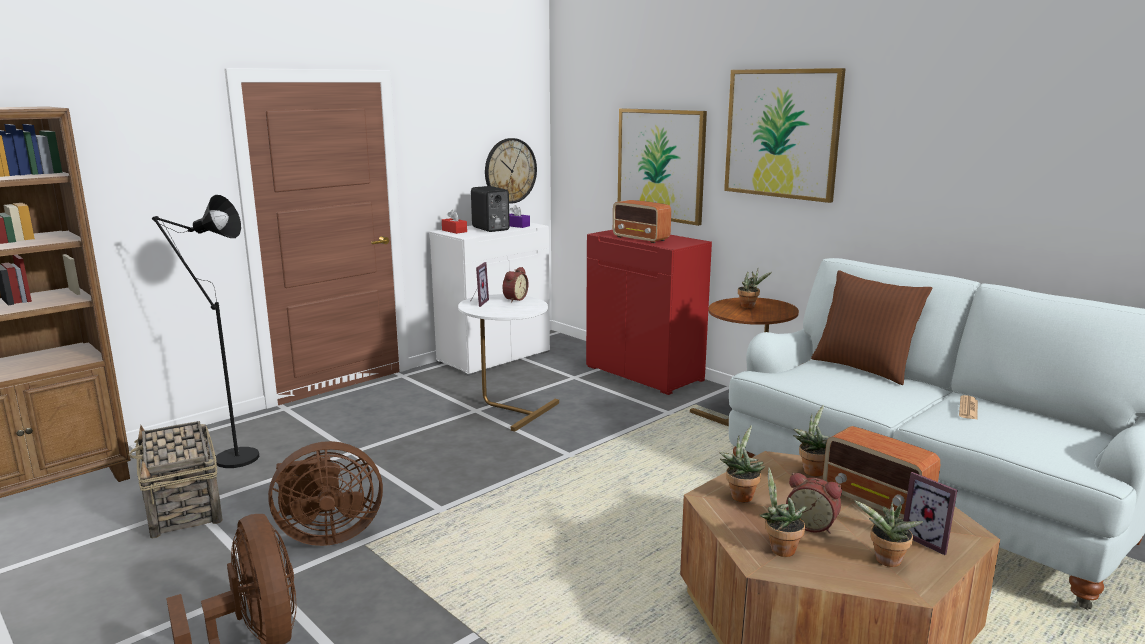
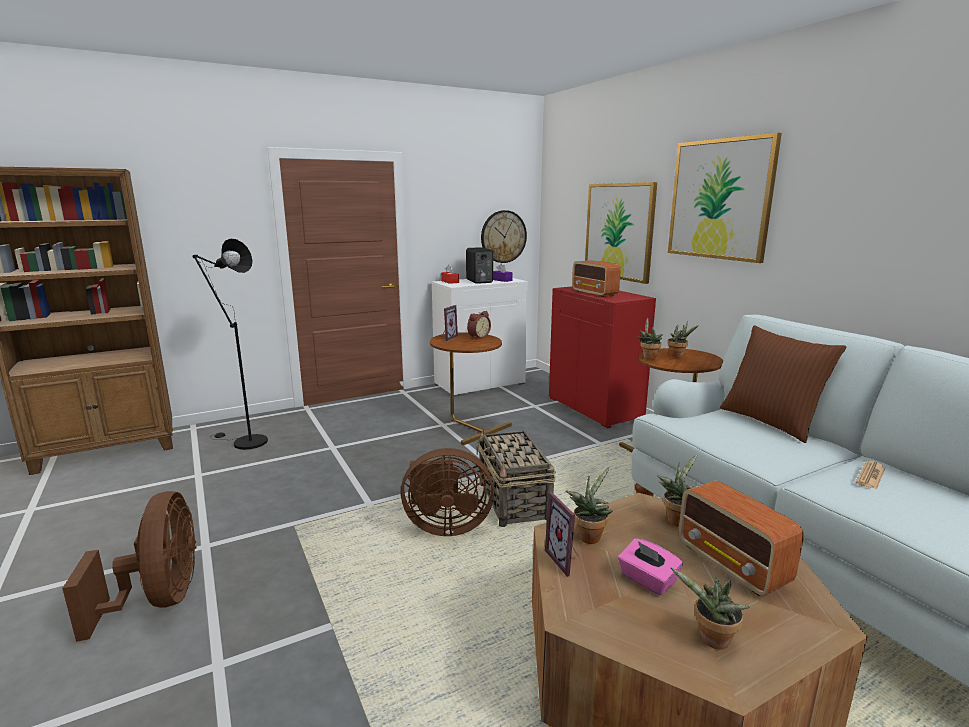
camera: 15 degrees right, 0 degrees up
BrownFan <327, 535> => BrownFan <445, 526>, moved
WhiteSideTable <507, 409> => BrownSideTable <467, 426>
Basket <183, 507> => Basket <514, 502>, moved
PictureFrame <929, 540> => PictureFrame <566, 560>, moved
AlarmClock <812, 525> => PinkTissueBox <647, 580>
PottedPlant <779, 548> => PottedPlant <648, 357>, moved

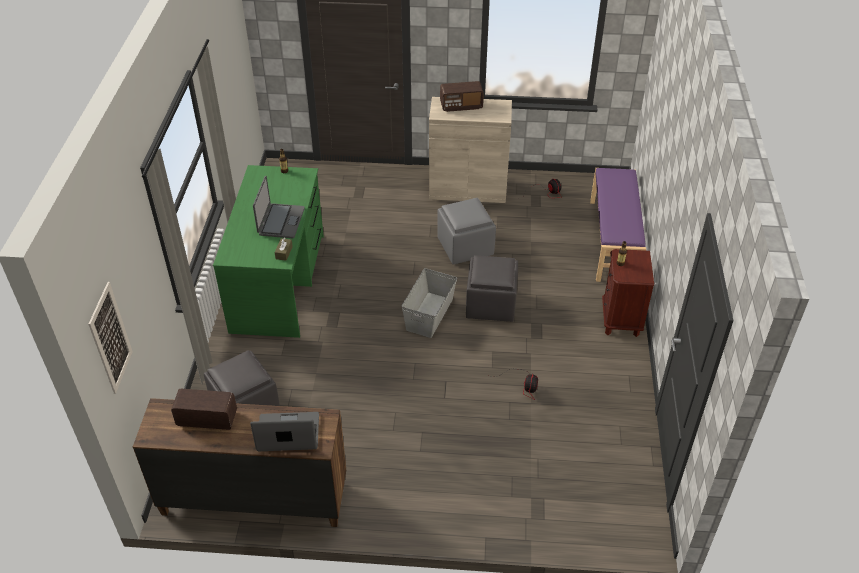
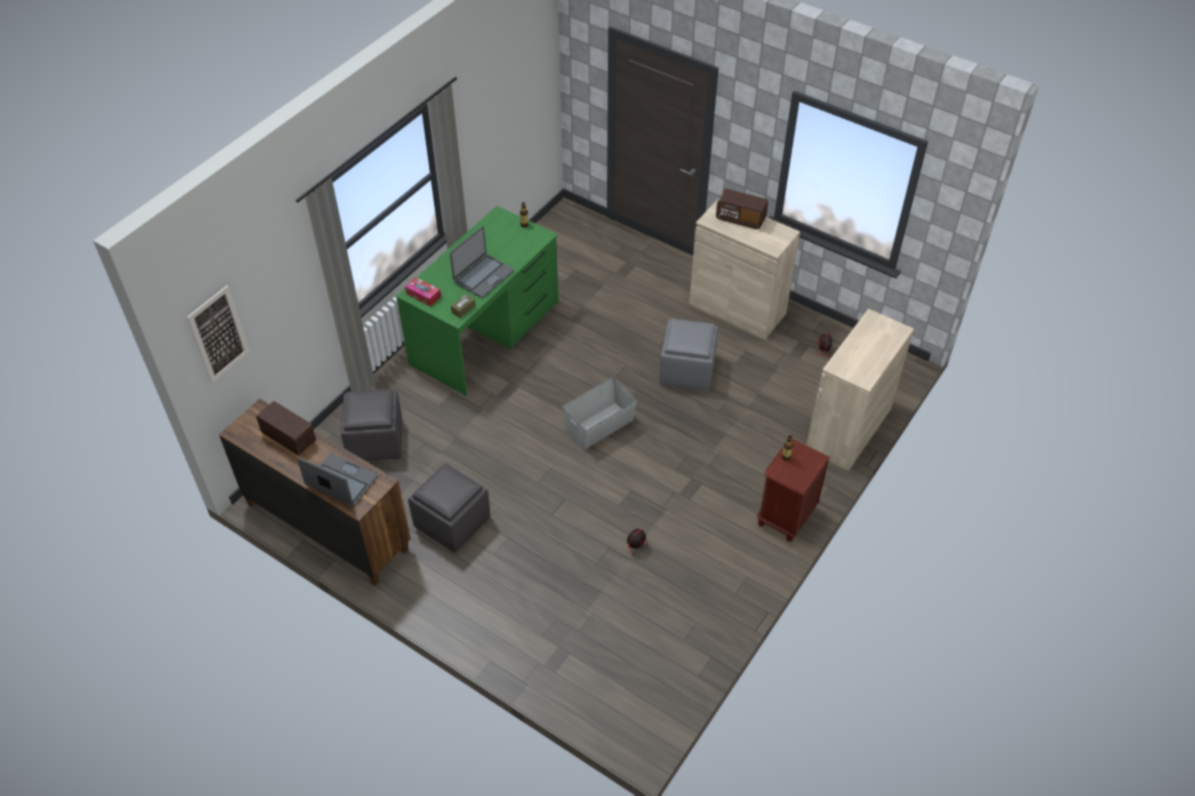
camera: 30 degrees right, 5 degrees up
nothing => TissueBox <423, 295>
GreyOttoman <491, 305> => GreyOttoman <452, 523>, moved
PurpleBench <614, 241> => BeigeCabinet <848, 429>

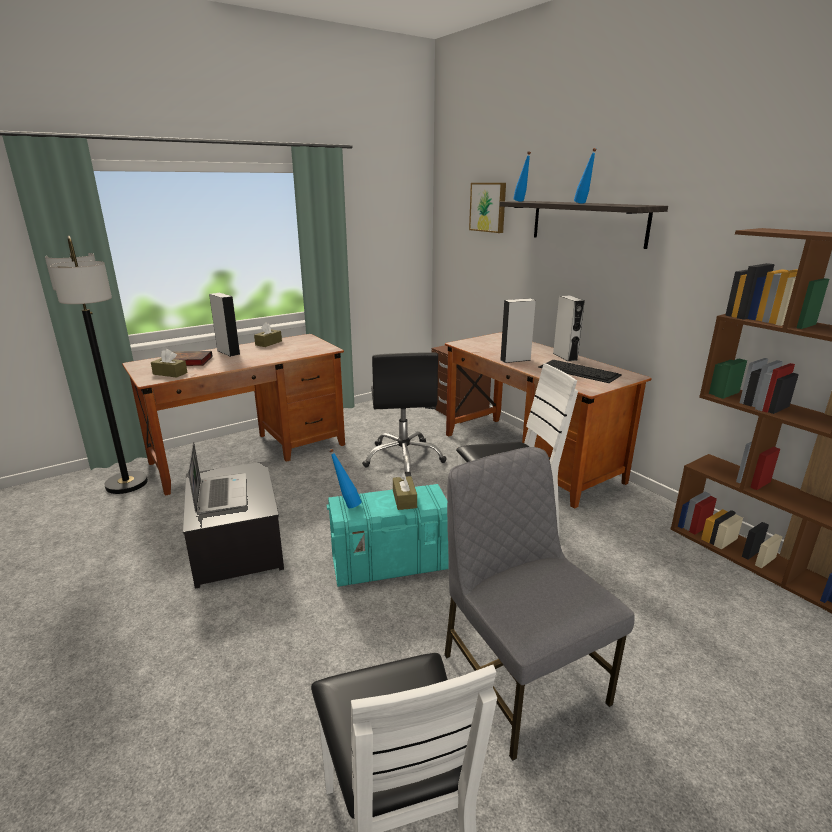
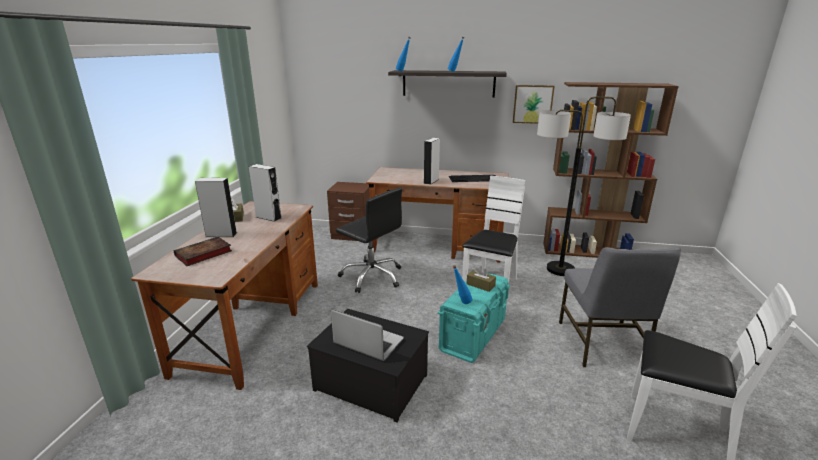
camera: 45 degrees left, 0 degrees up
GreySpeaker <565, 356> => GreySpeaker <268, 217>, moved
Picture <488, 207> => Picture <532, 104>, moved
FloorLamp <127, 483> => FloorLamp <560, 269>, moved
GreyChair <520, 677> => GreyChair <602, 344>, 105 degrees counterclockwise
BrownTissueBox <170, 373> => nothing

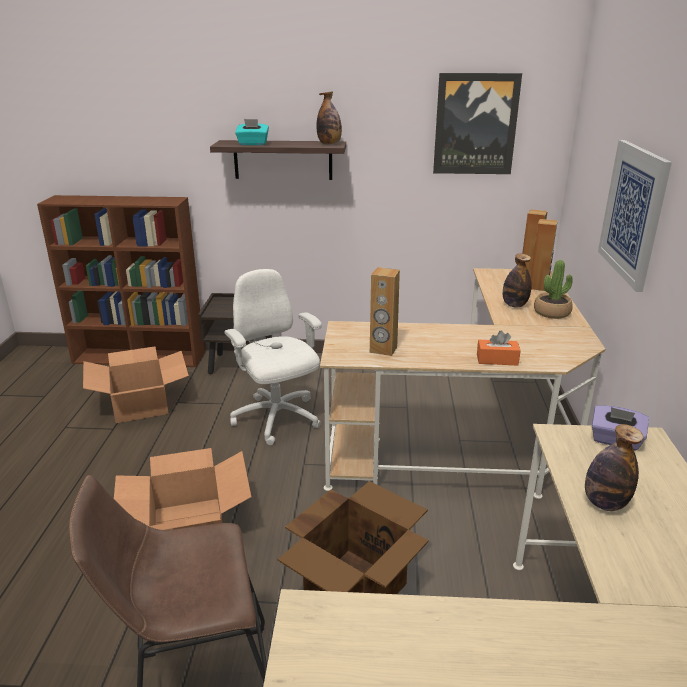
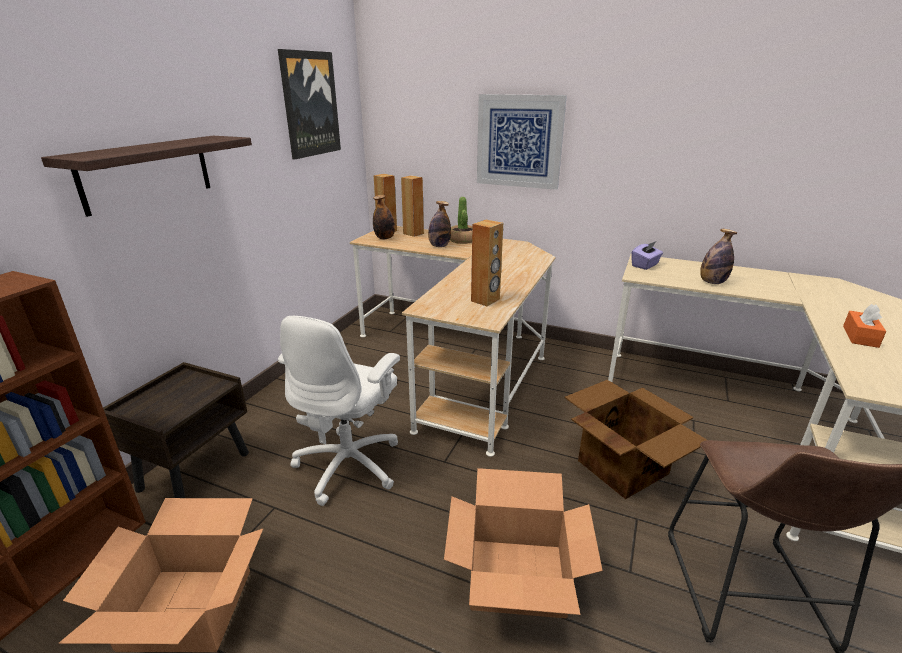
camera: 70 degrees left, 0 degrees up
WhiteOfficeChair <277, 419> => WhiteOfficeChair <350, 464>, 60 degrees counterclockwise
Bottle <329, 144> => Bottle <385, 238>, moved
OrangeTissueBox <497, 360> => OrangeTissueBox <860, 336>, moved
TurquoiseTissueBox <252, 144> => nothing

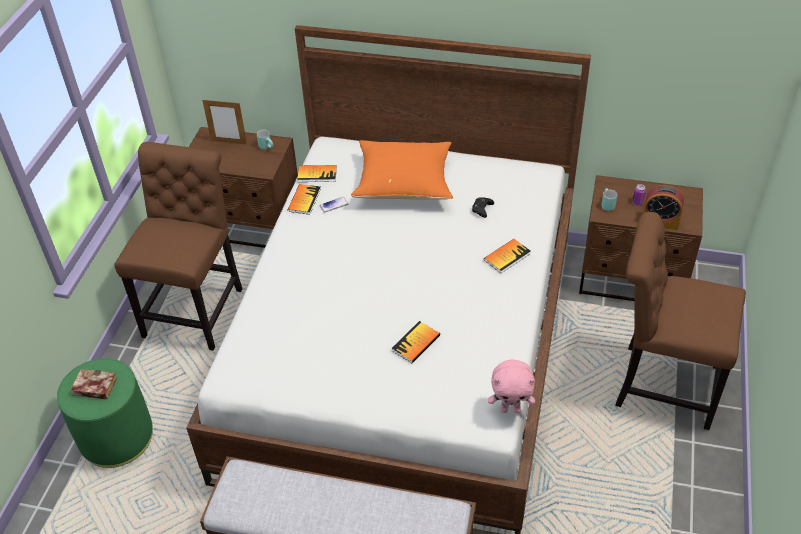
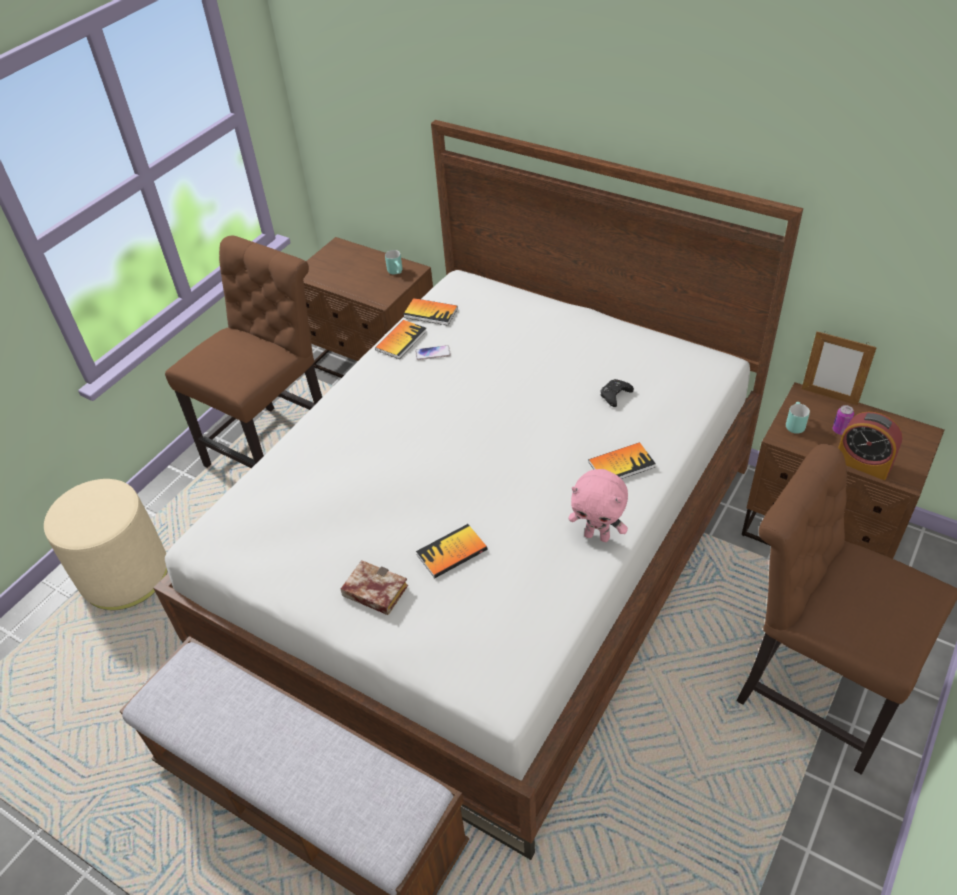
camera: 20 degrees right, 0 degrees up
GreenOttoman <117, 437> => BeigeOttoman <125, 575>
Book <93, 388> => Book <372, 592>, moved
PinkPlushToy <510, 409> => PinkPlushToy <597, 535>, moved
PictureFrame <229, 142> => PictureFrame <829, 396>, moved
OrangePillow <405, 184> => nothing

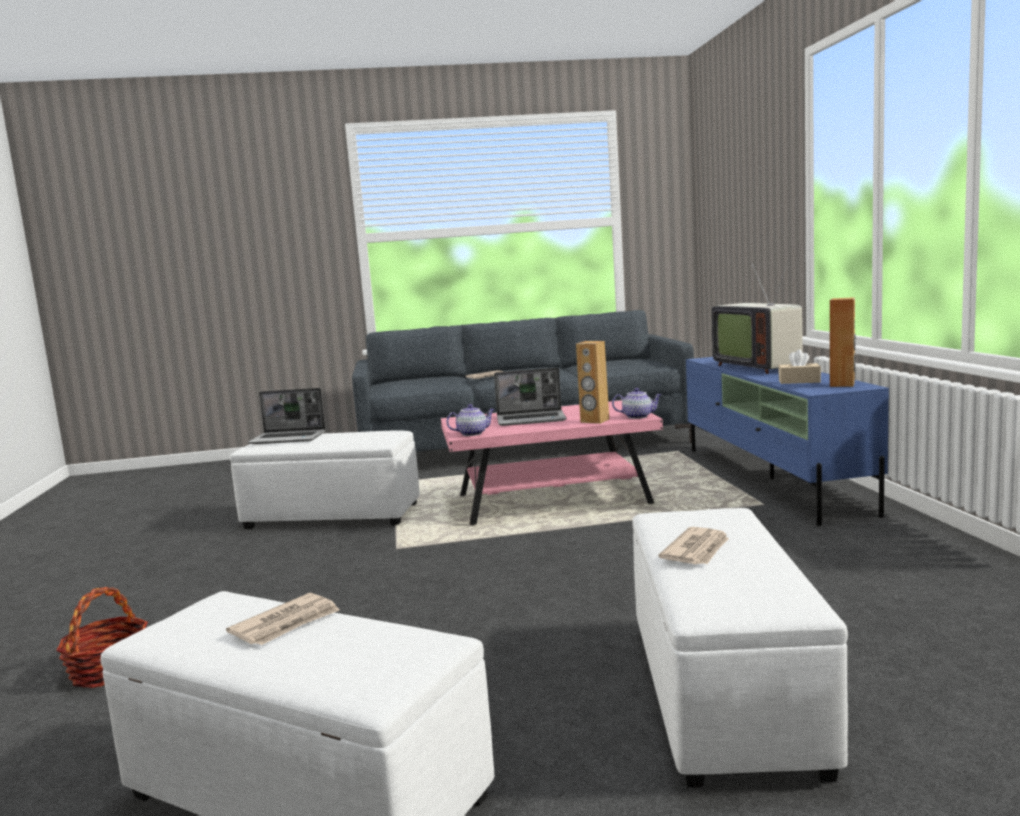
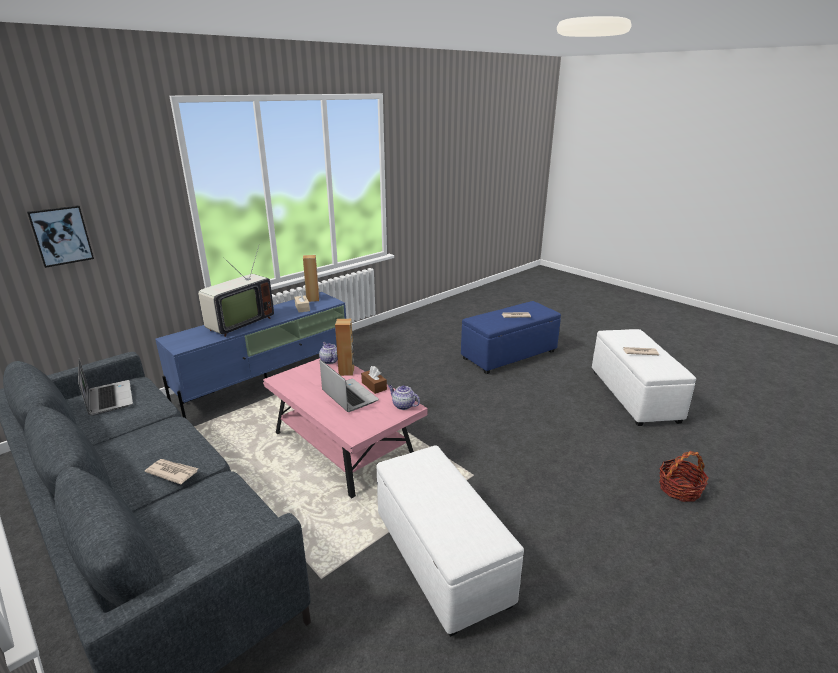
camera: 125 degrees left, 15 degrees up
nothing => Picture <61, 235>
Laptop <289, 438> => Laptop <109, 398>, moved
nothing => BrownTissueBox <374, 386>
WhiteOttoman <722, 690> => BlueOttoman <508, 355>

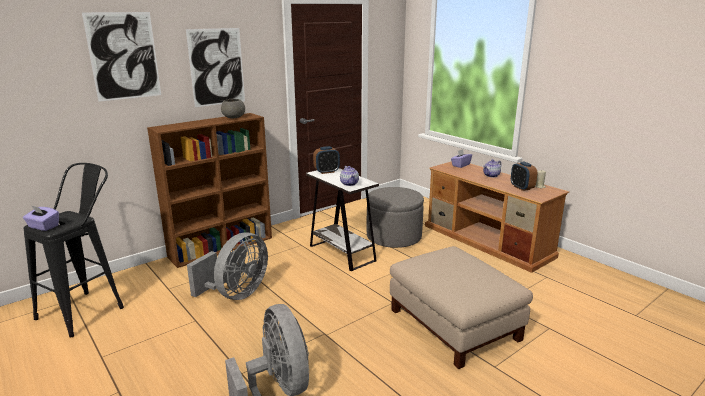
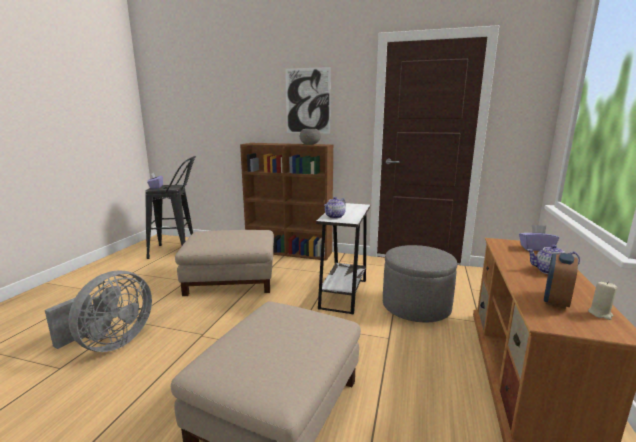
camera: 55 degrees right, 5 degrees down
GreyFan <236, 294> => BeigeOttoman <231, 280>
Picture <124, 56> => nothing
AlarmClock <326, 171> => nothing

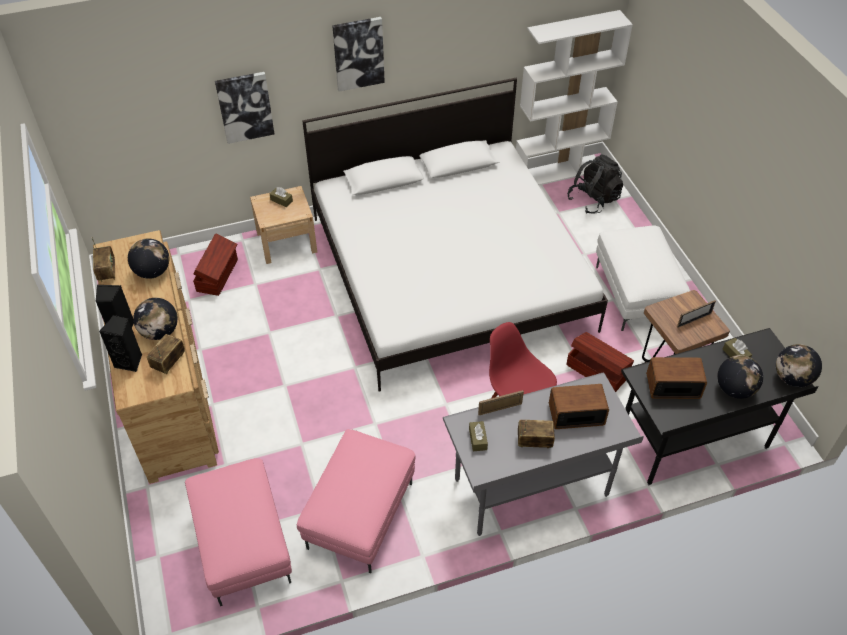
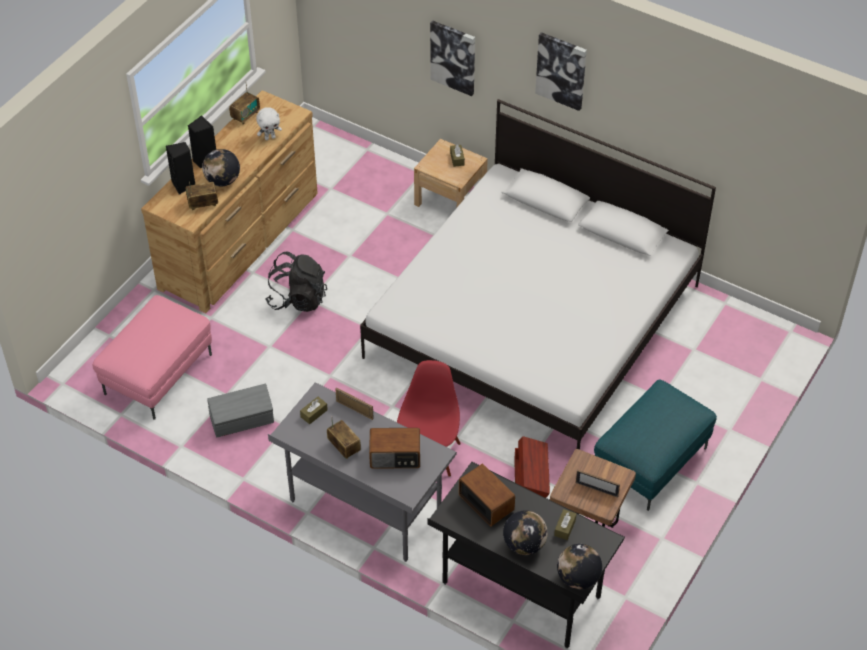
camera: 50 degrees right, 0 degrees up
PinkOttoman <359, 514> => GreyStorageBox <242, 420>
Globe <153, 272> => WhitePlushToy <270, 137>
BlackBackpack <593, 200> => BlackBackpack <297, 299>, moved
Radio <575, 414> => Radio <395, 457>, 135 degrees clockwise
WhiteOttoman <634, 294> => TurquoiseOttoman <650, 461>
BrownStorageBox <218, 275> => nothing
WhiteBookcase <559, 171> => nothing

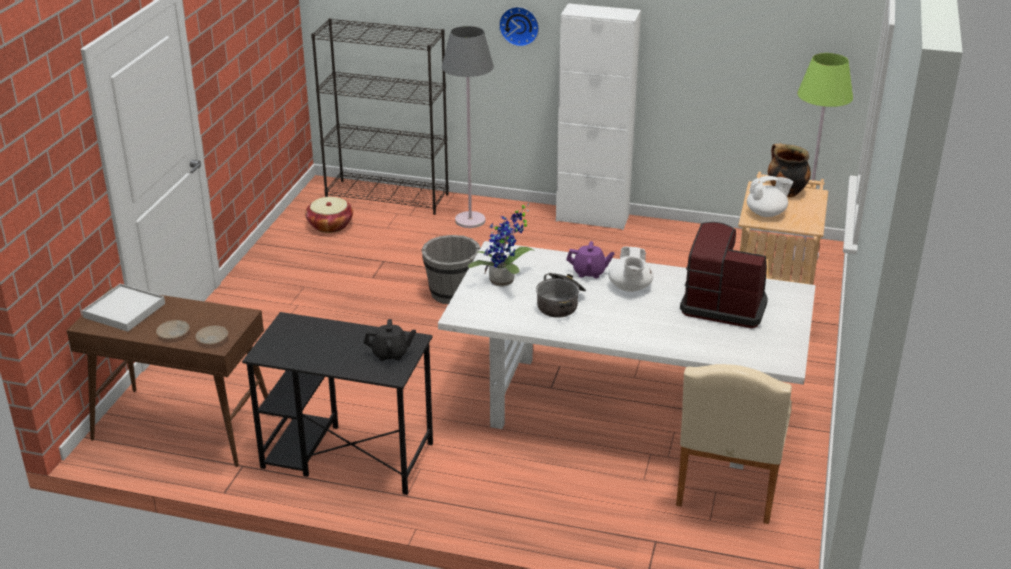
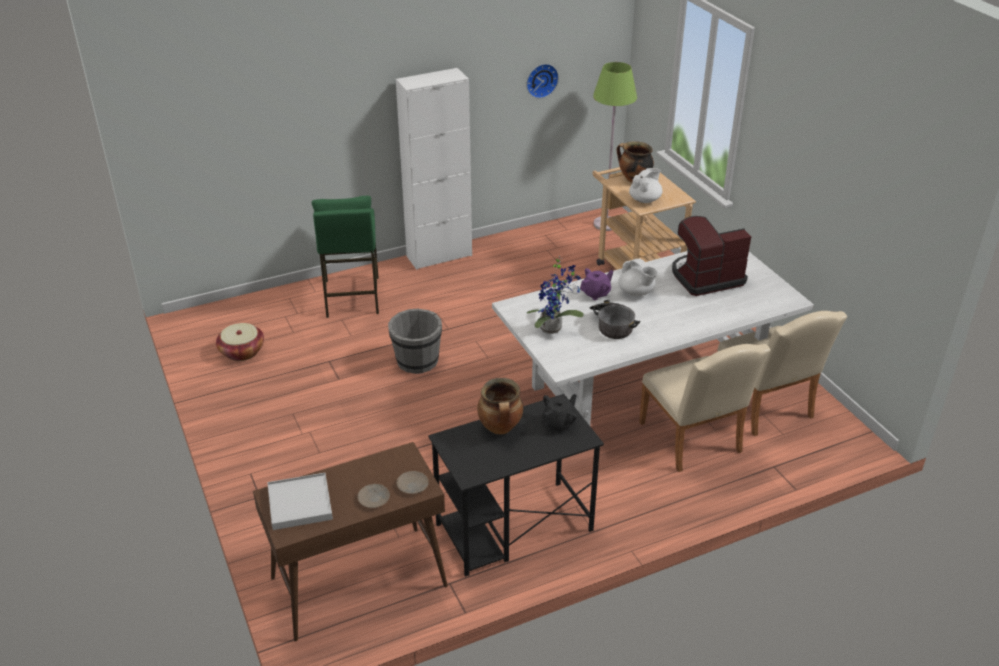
camera: 40 degrees left, 5 degrees up
GreyFloorLamp <470, 220> => GreenStool <351, 297>
nothing => CookingPot <500, 428>
WallClock <519, 25> => WallClock <541, 80>, moved
nothing => BeigeChair <693, 441>
BlackBookcase <388, 197> => nothing

